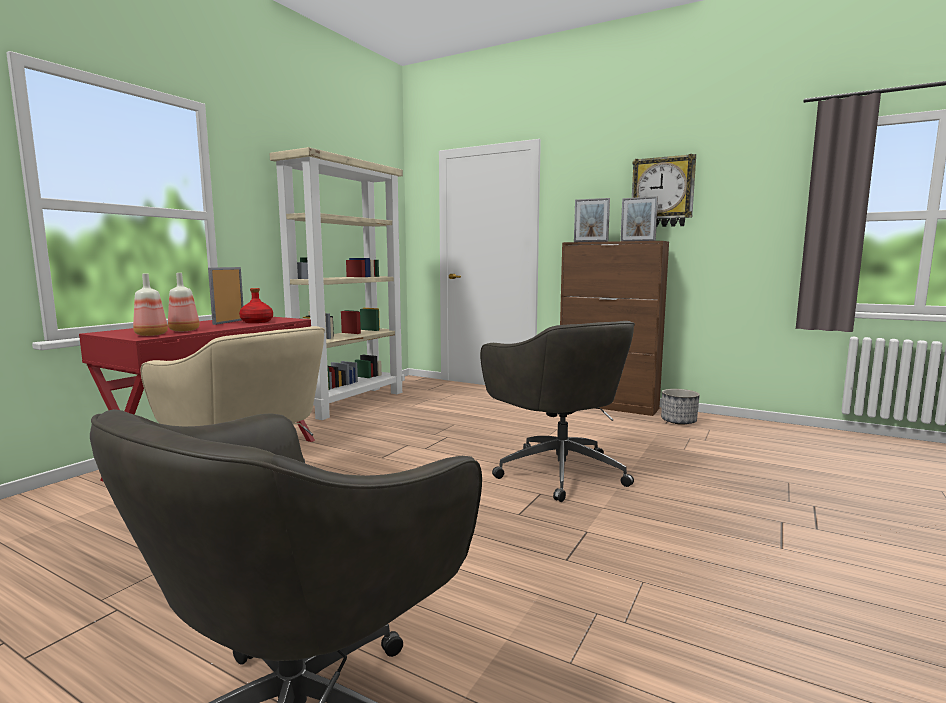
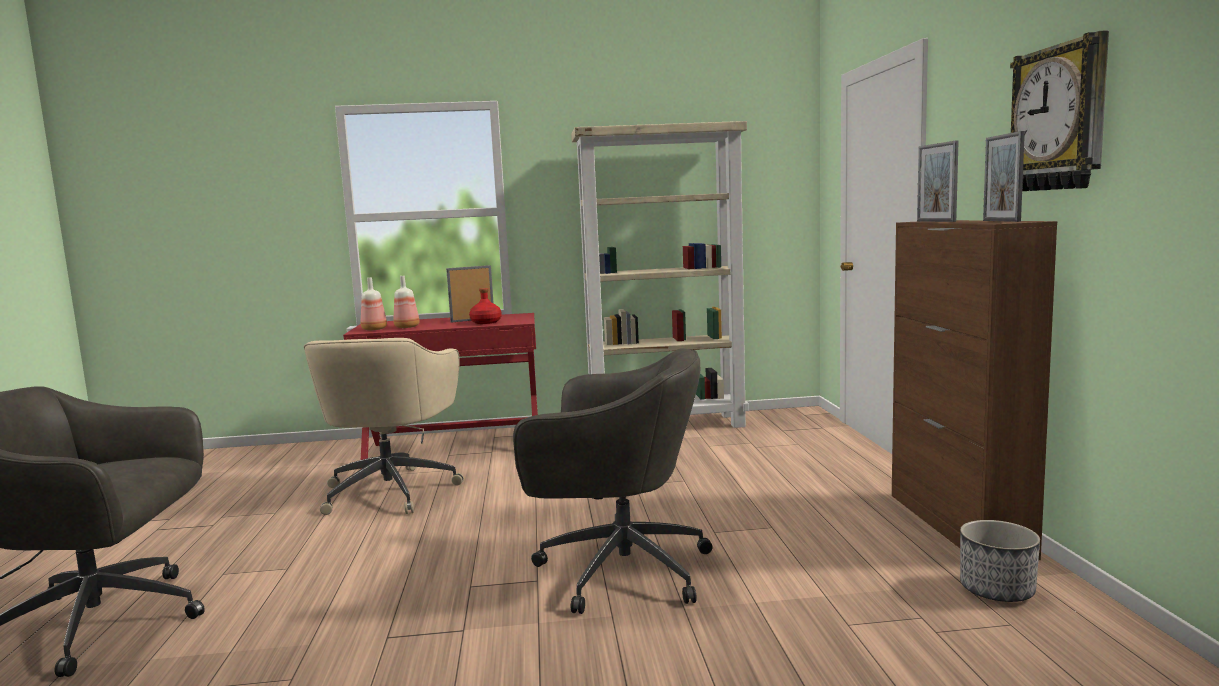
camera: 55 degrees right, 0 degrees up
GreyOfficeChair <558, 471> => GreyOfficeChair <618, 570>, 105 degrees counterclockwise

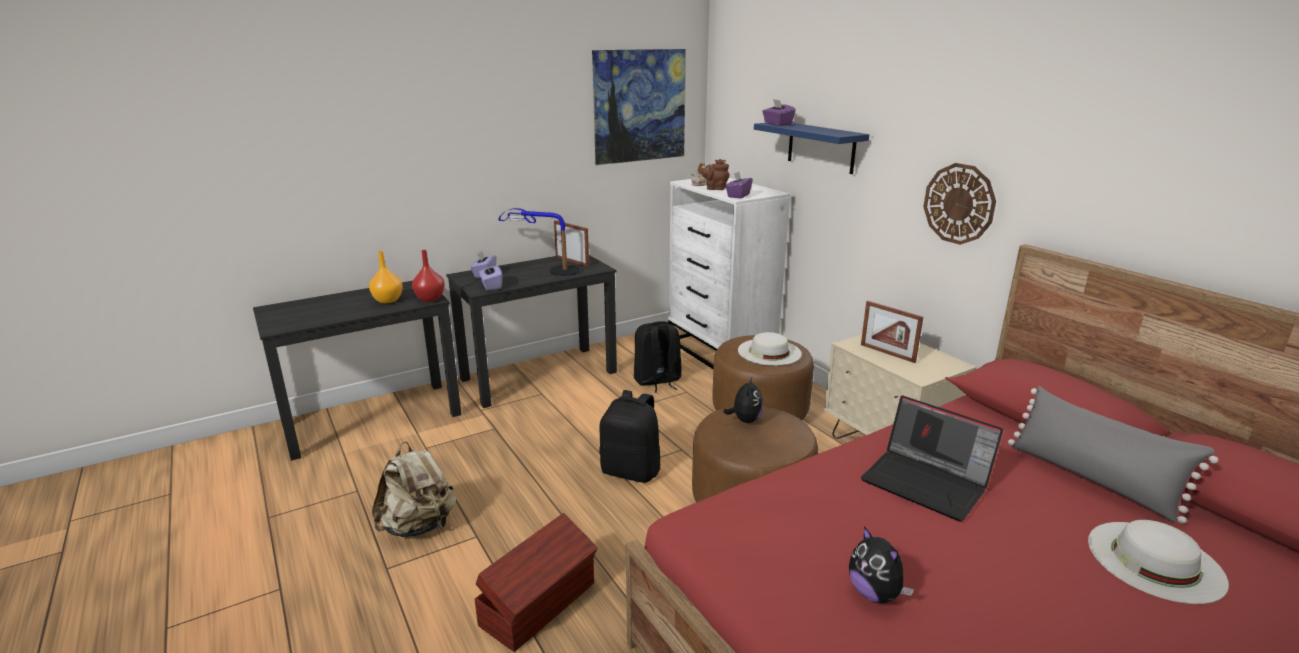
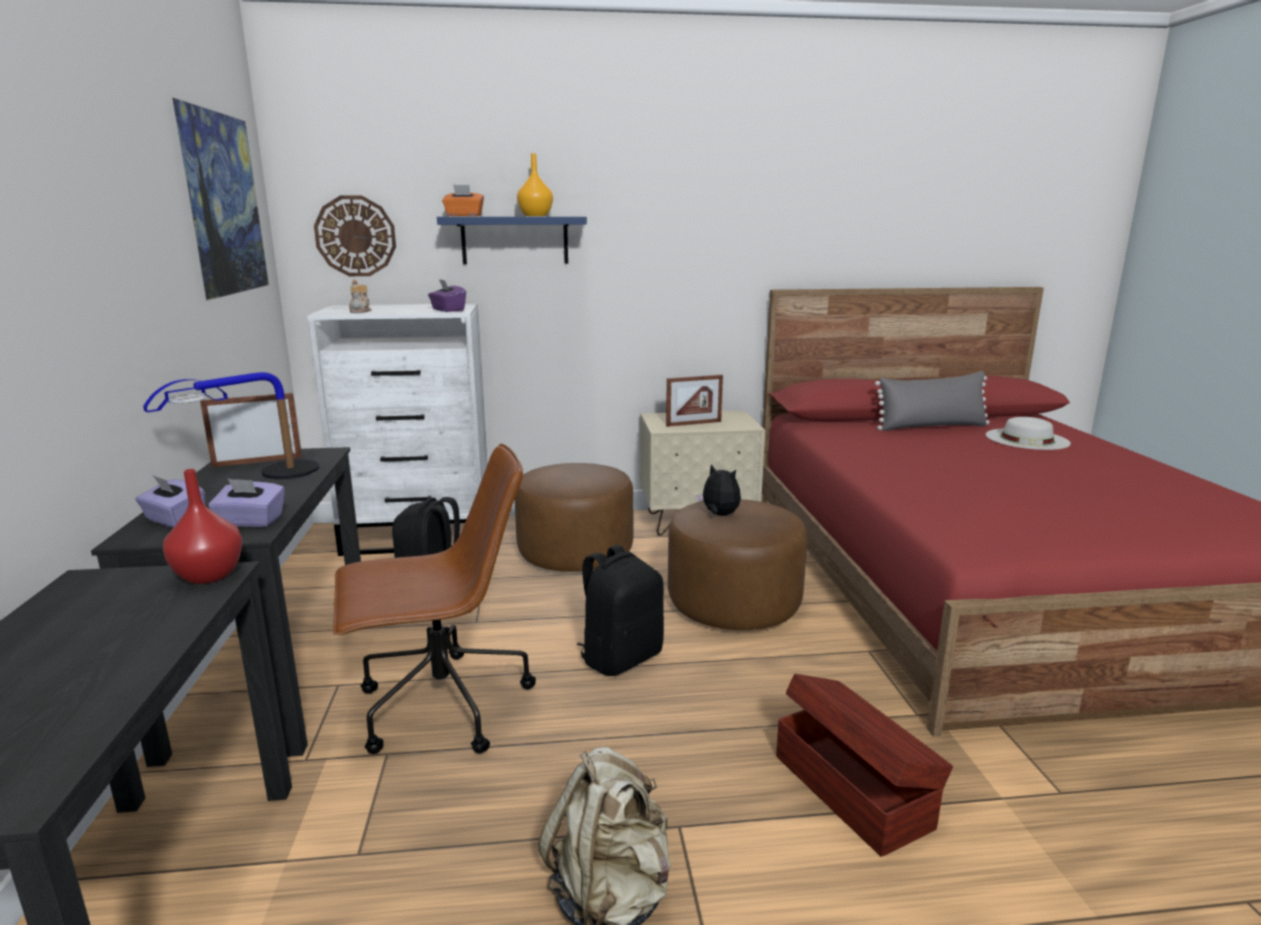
camera: 65 degrees left, 5 degrees down
WallClock <959, 203> => WallClock <355, 236>, moved
nothing => BrownOfficeChair <440, 706>
PurpleTissueBox <777, 124> => OrangeTissueBox <464, 216>
OrangeVase <388, 300> => OrangeVase <535, 216>, moved
BrownTeapot <714, 188> => nothing
WhiteHat <769, 352> => nothing
PlushToy <875, 593> => nothing
Laptop <927, 483> => nothing

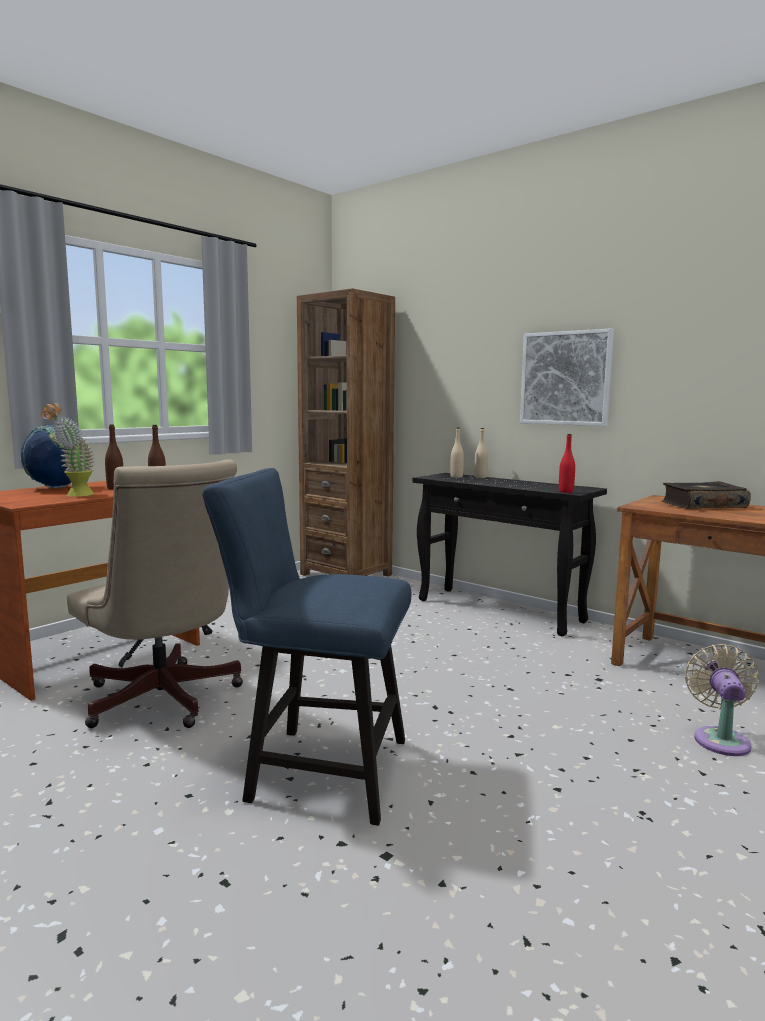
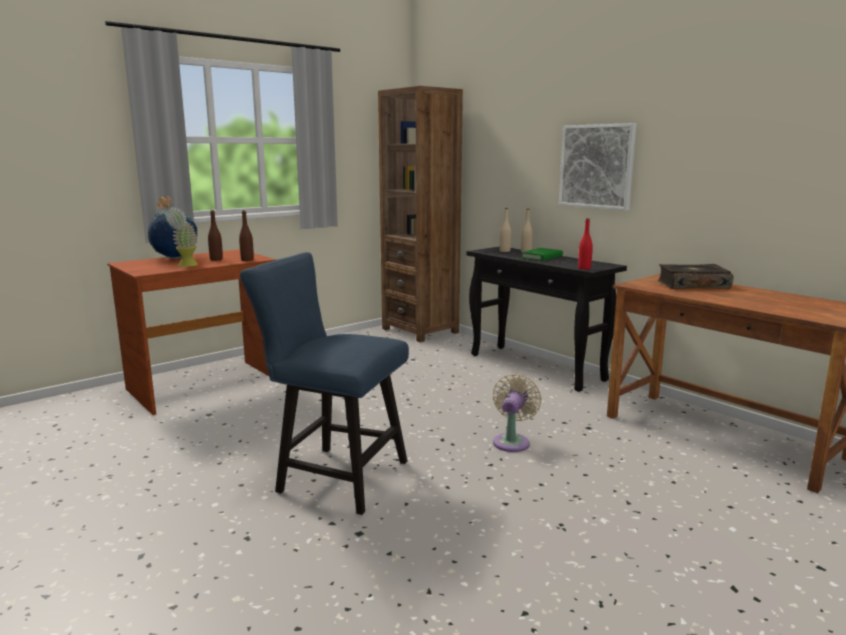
camera: 10 degrees right, 5 degrees up
BeigeFan <720, 739> => BeigeFan <512, 441>, moved
nothing => GreenBook <542, 257>
BeigeOfficeChair <164, 702> => nothing

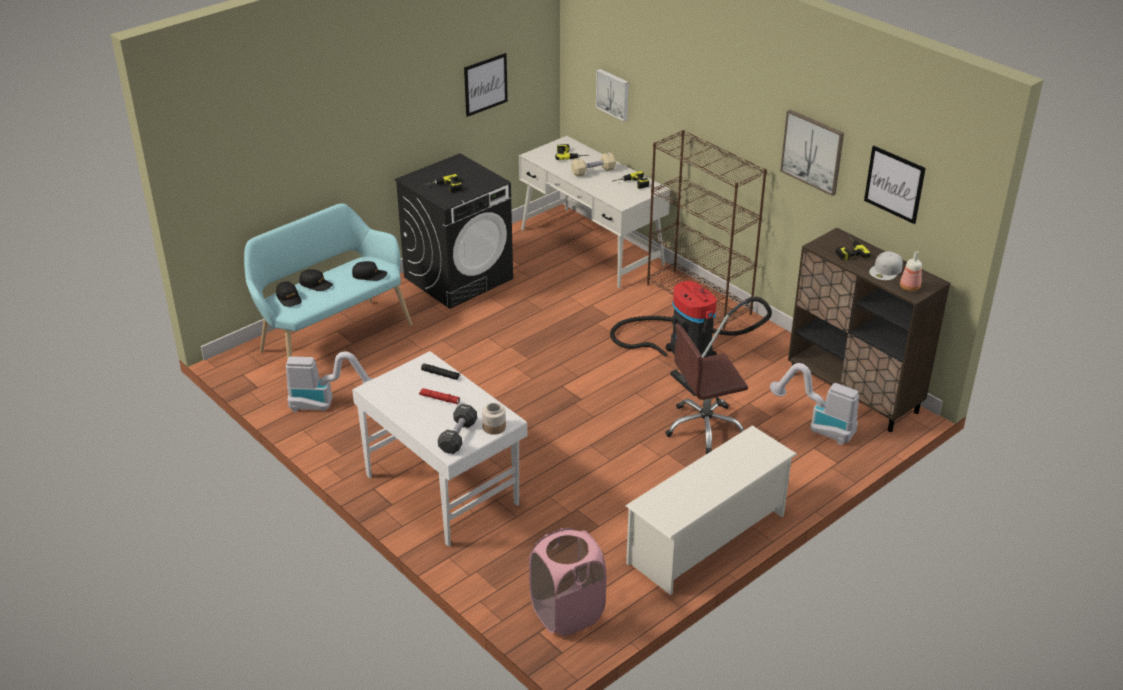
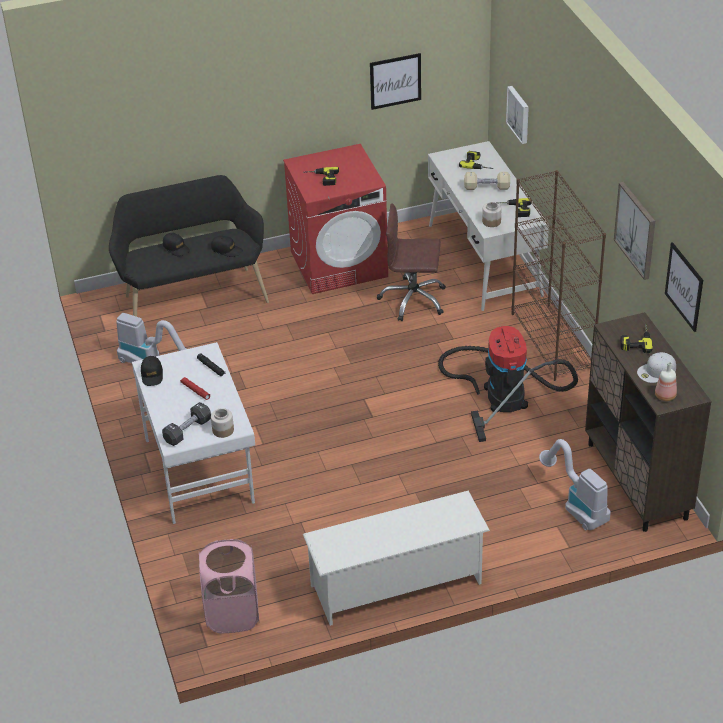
camera: 25 degrees right, 5 degrees up
TurquoiseBench <331, 336> => BlackBench <193, 296>
BlackCap <289, 298> => BlackCap <152, 374>, moved
BlackWashingMachine <459, 278> => RedWashingMachine <339, 264>
BrownOfficeChair <704, 428> => BrownOfficeChair <413, 300>, moved
nothing => Jar <491, 221>

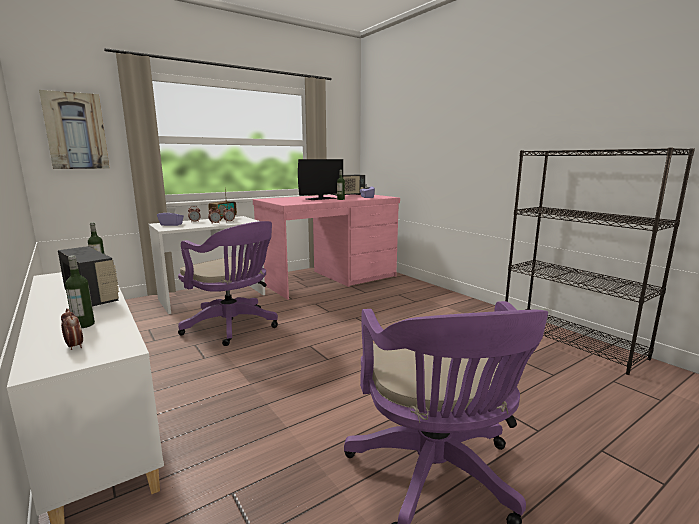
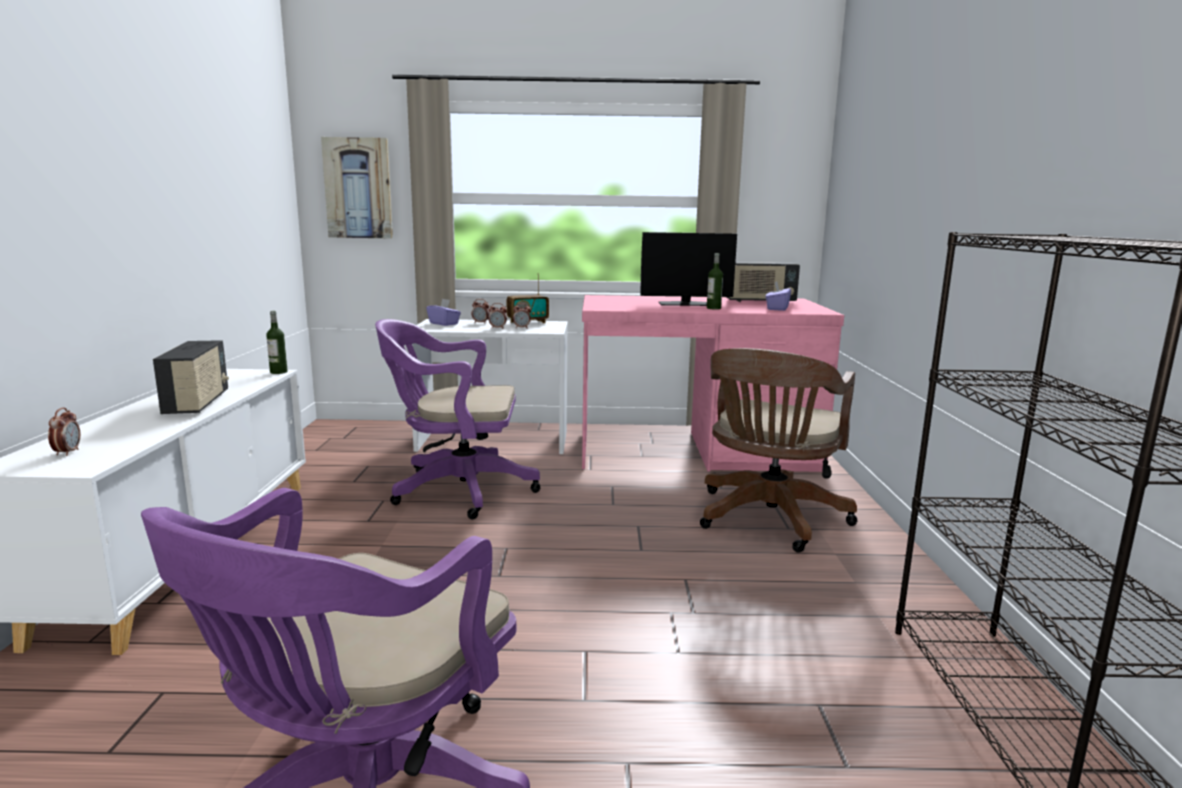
camera: 35 degrees right, 0 degrees up
PurpleOfficeChair <233, 327> => PurpleOfficeChair <456, 490>, 105 degrees clockwise
nothing => BrownOfficeChair <768, 520>
Bottle <84, 325> => nothing

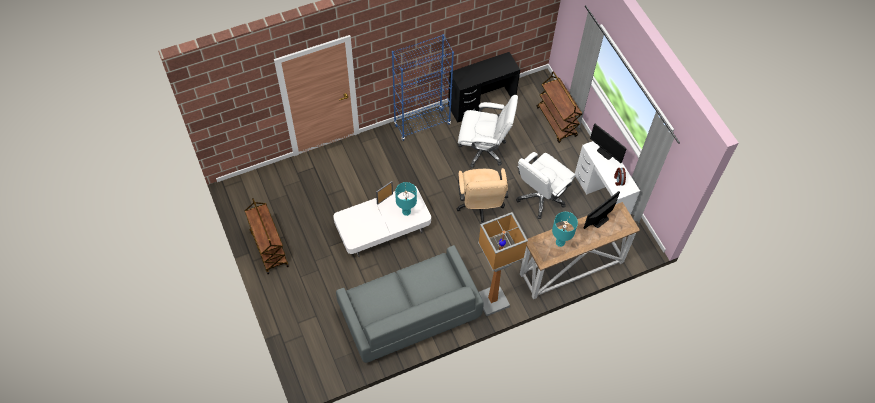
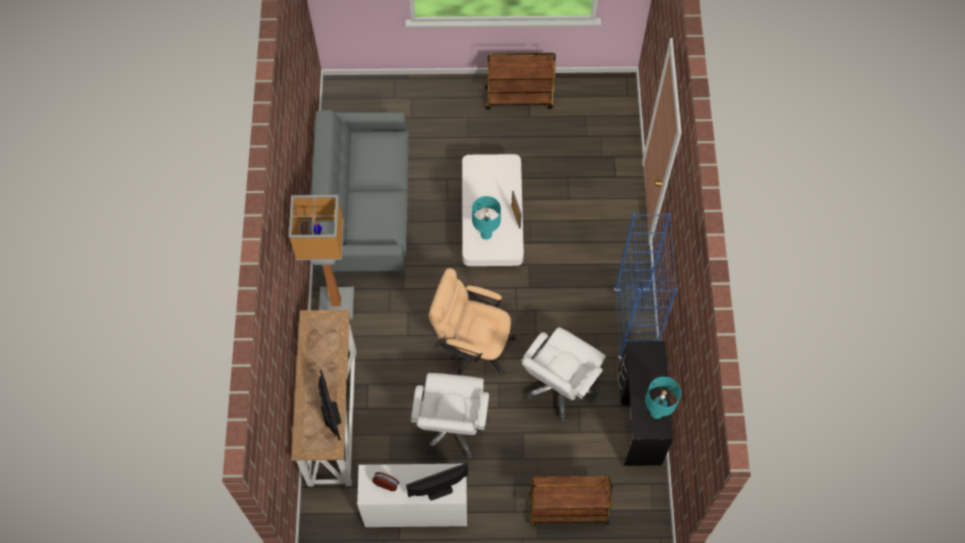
camera: 115 degrees right, 5 degrees up
WhiteOfficeChair <540, 197> => WhiteOfficeChair <452, 427>, 150 degrees counterclockwise
TurquoiseTableLamp <560, 242> => TurquoiseTableLamp <656, 412>, moved

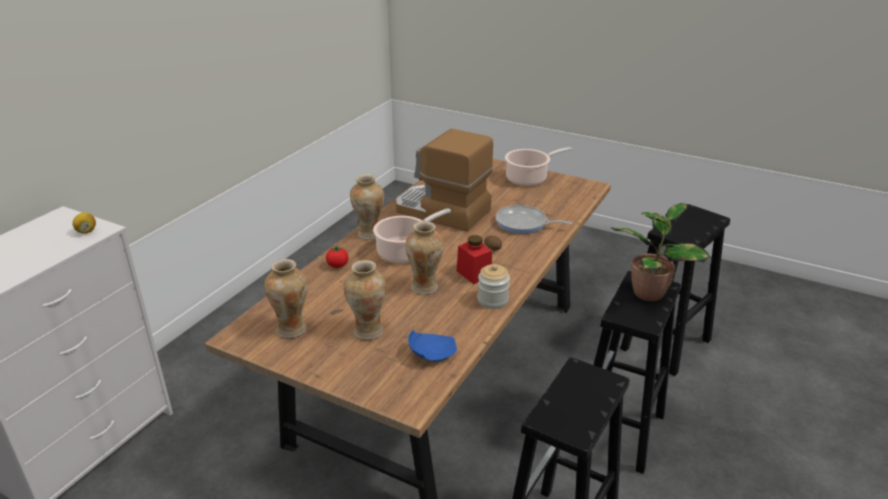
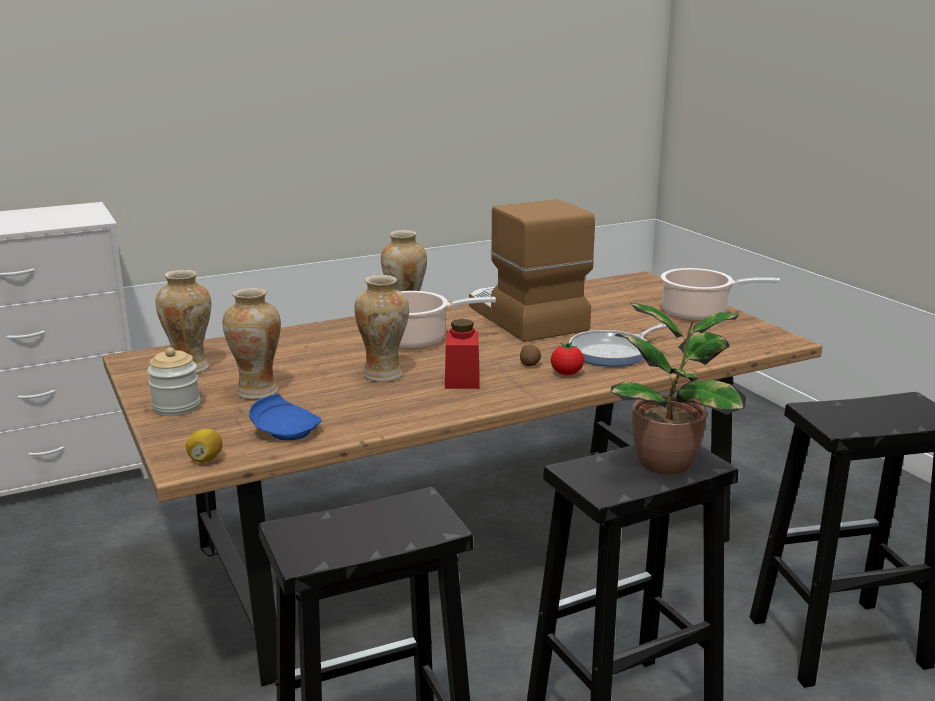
camera: 35 degrees right, 10 degrees down
Jar <493, 300> => Jar <176, 407>, moved
Lemon <86, 231> => Lemon <205, 459>, moved
Tomato <338, 266> => Tomato <566, 373>, moved
FryingPan <524, 224> => FryingPan <613, 353>, 90 degrees counterclockwise

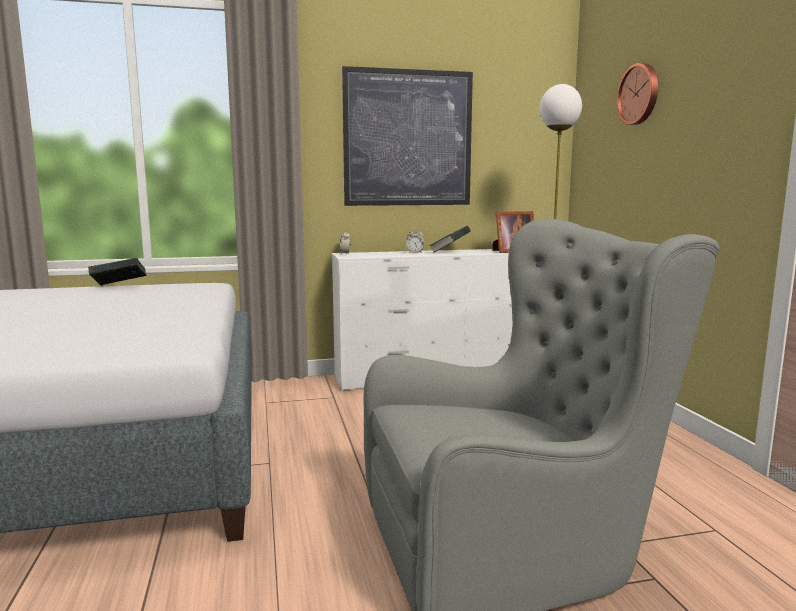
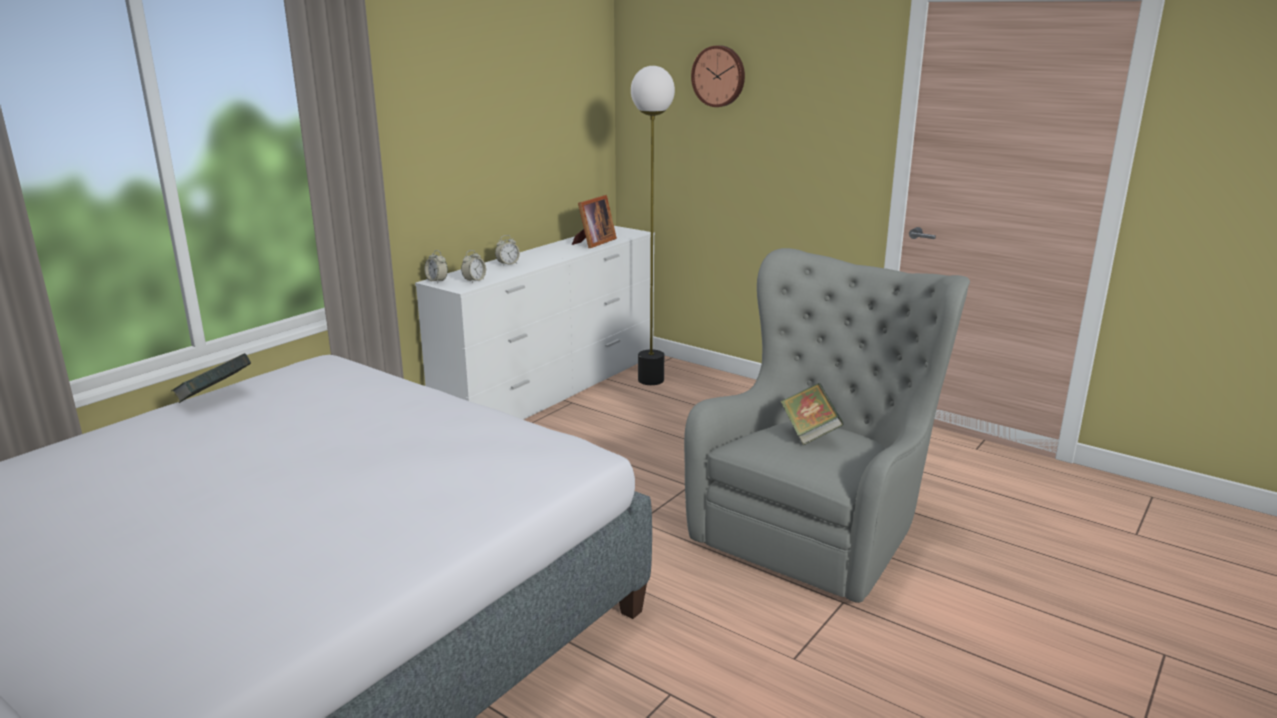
camera: 40 degrees left, 10 degrees up
nothing => AlarmClock <474, 280>
Book <449, 252> => Book <809, 432>, moved
Picture <408, 138> => nothing

